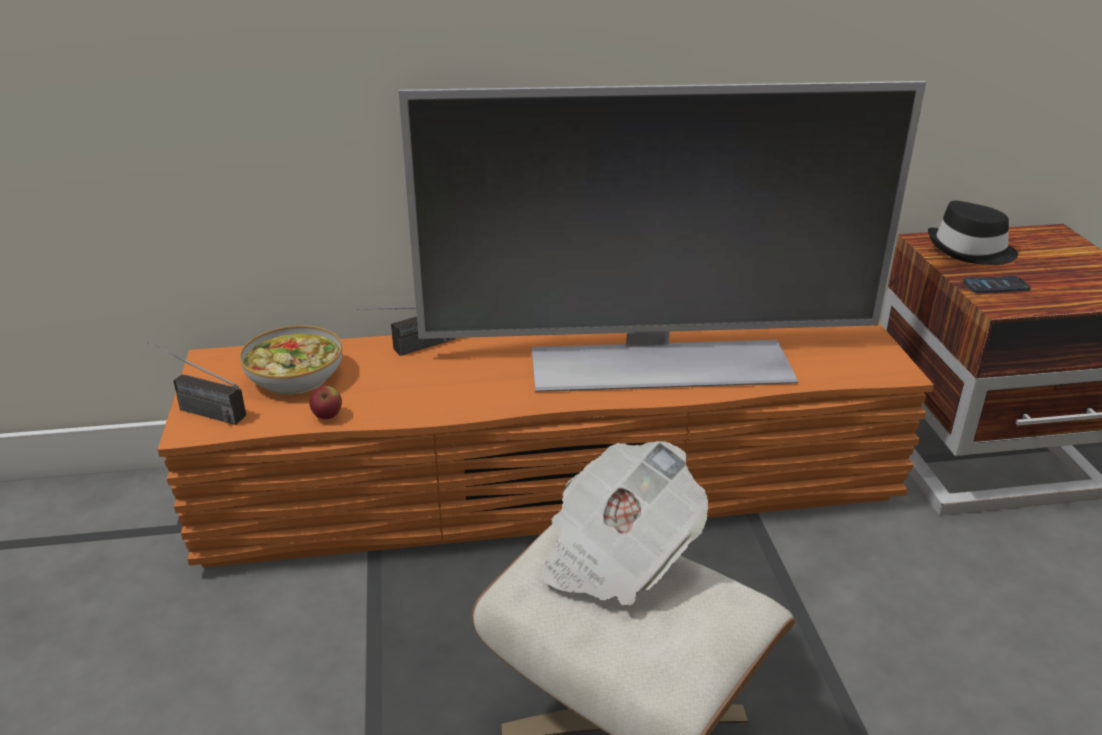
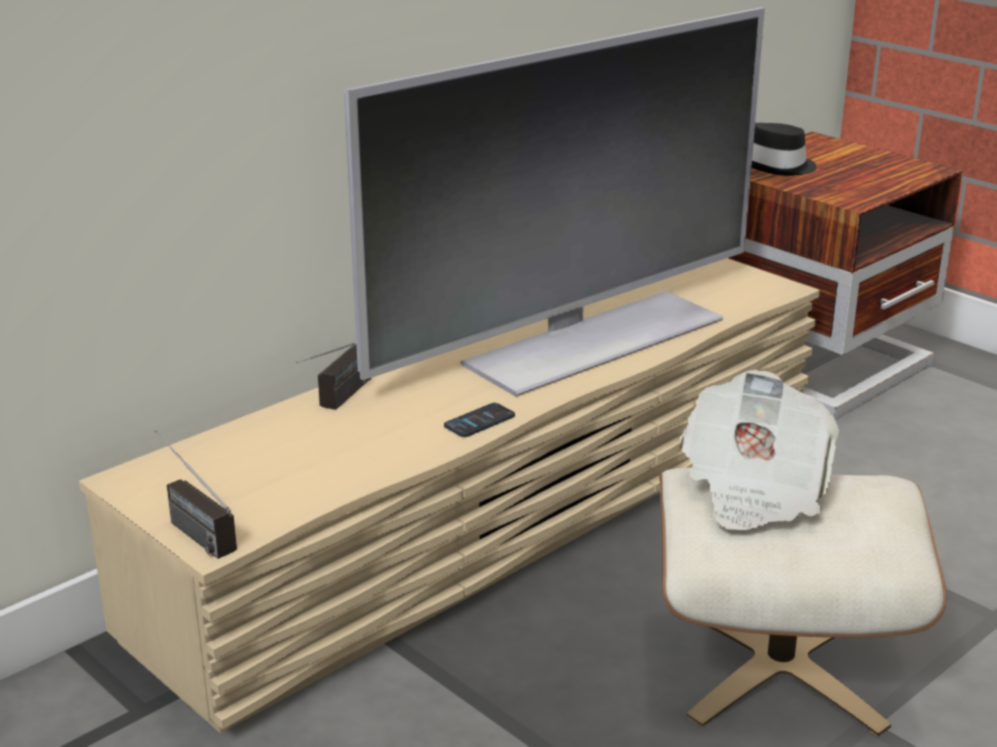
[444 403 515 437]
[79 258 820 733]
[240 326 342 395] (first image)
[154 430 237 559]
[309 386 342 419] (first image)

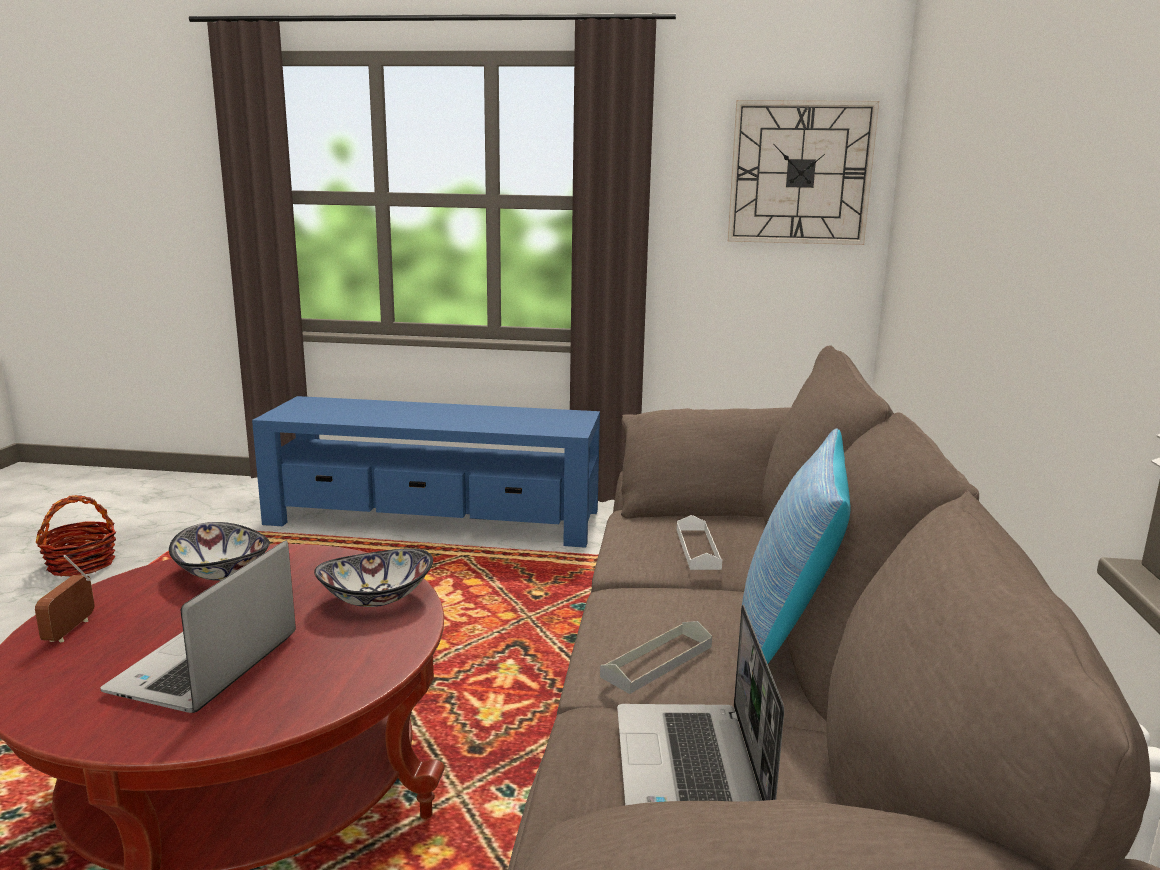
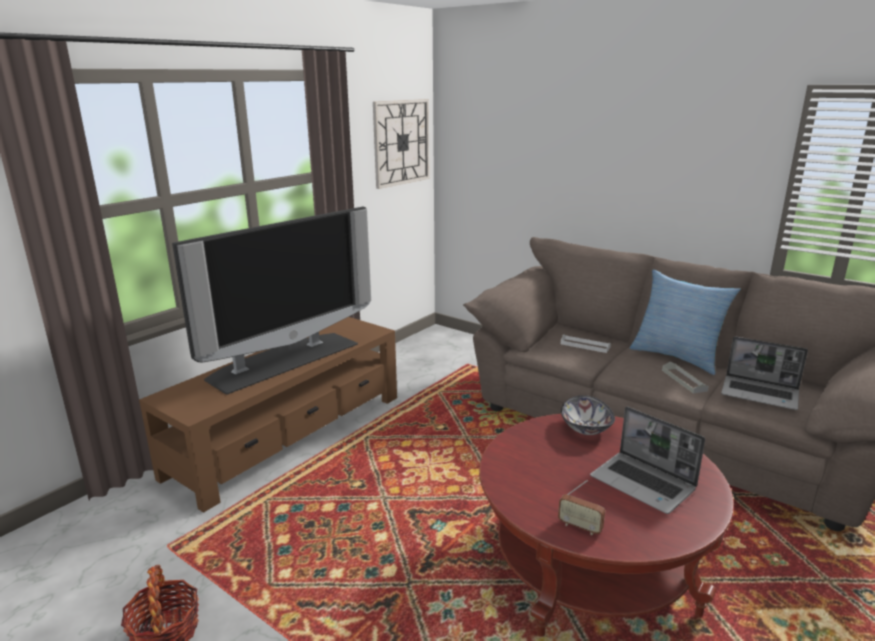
[139 317 397 513]
[169 522 270 581] (first image)
[172 207 371 395]

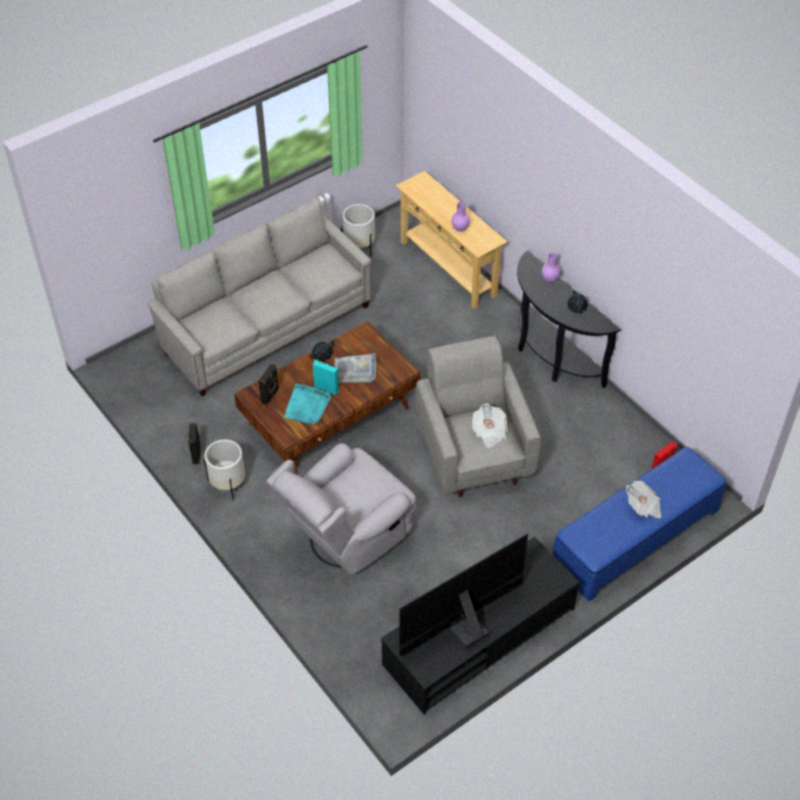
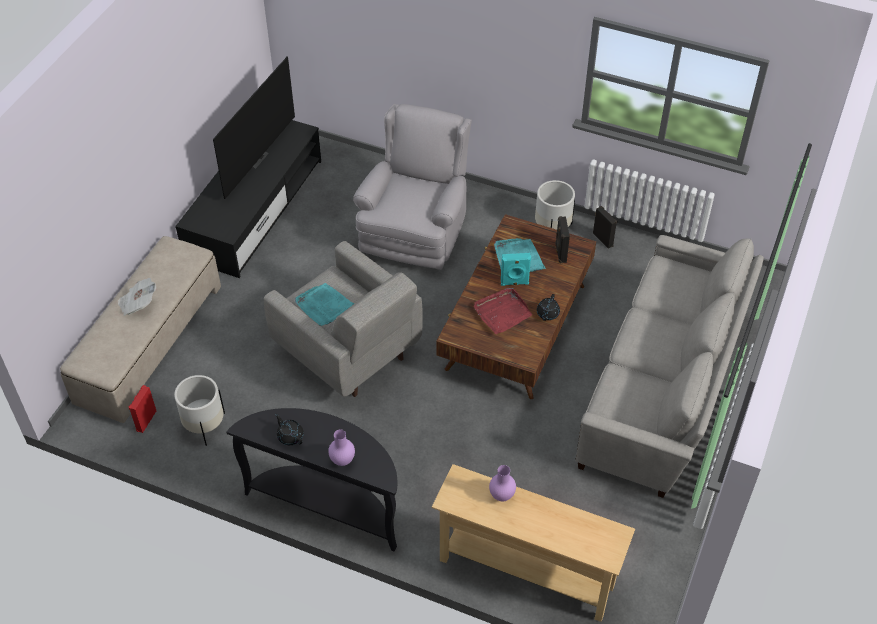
[174 375 225 446]
[474 288 533 334]
[295 283 354 326]
[60 236 221 423]

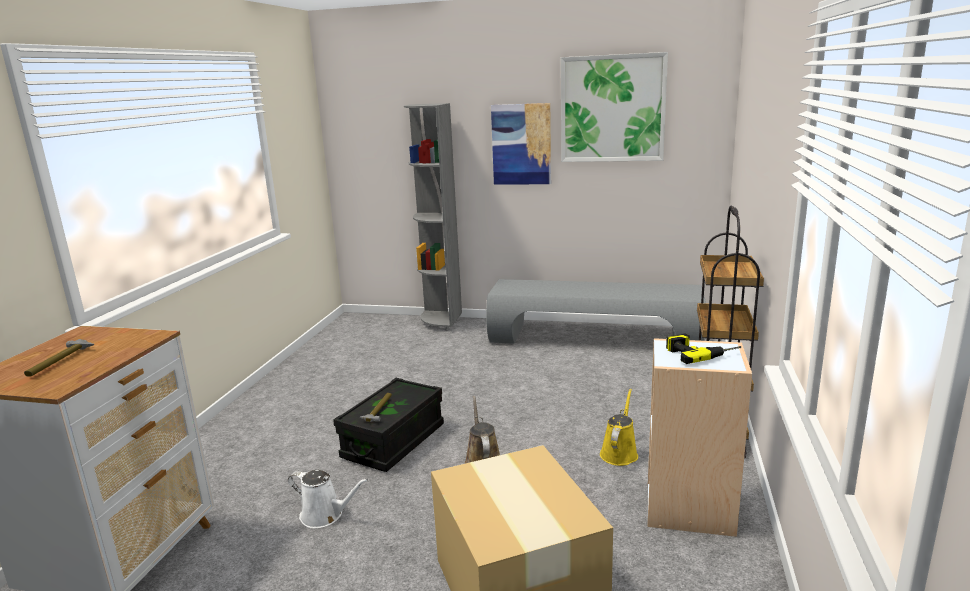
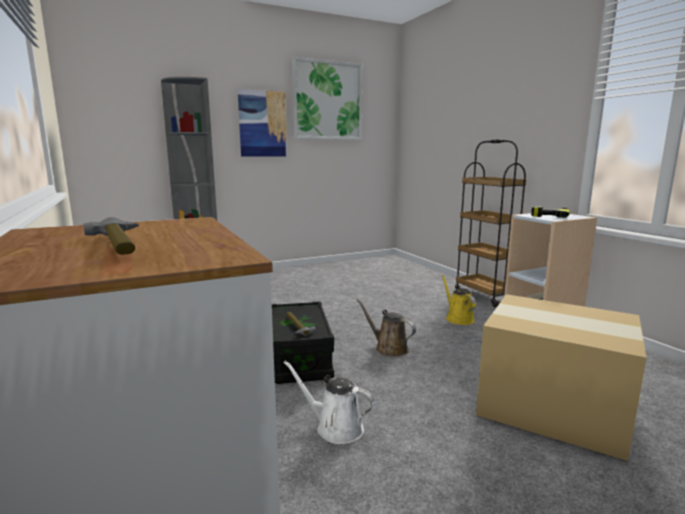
[486 279 706 344] (first image)
[283 361 375 444]

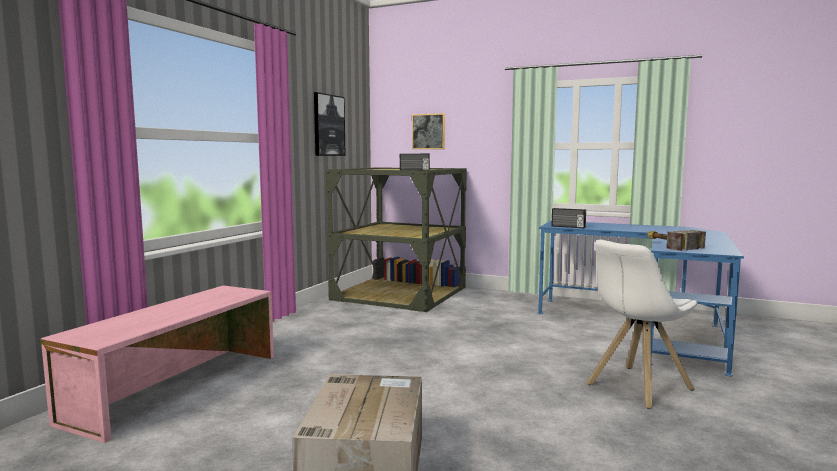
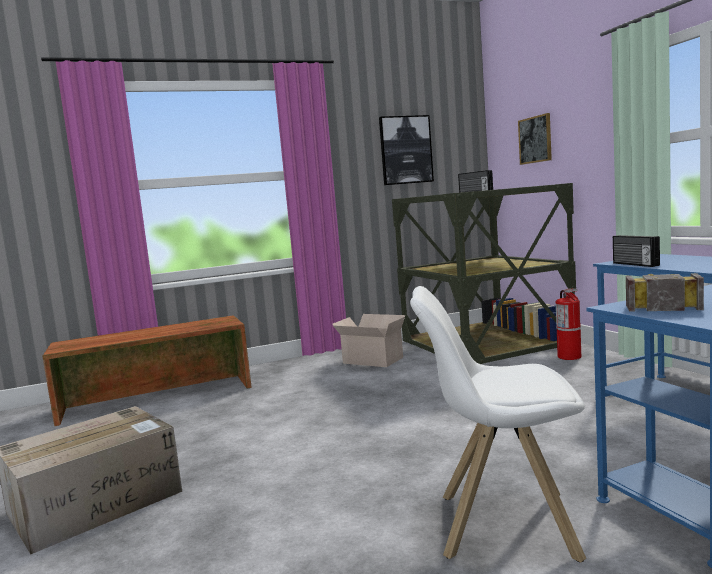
[42 316 252 426]
[556 288 581 360]
[333 314 405 367]

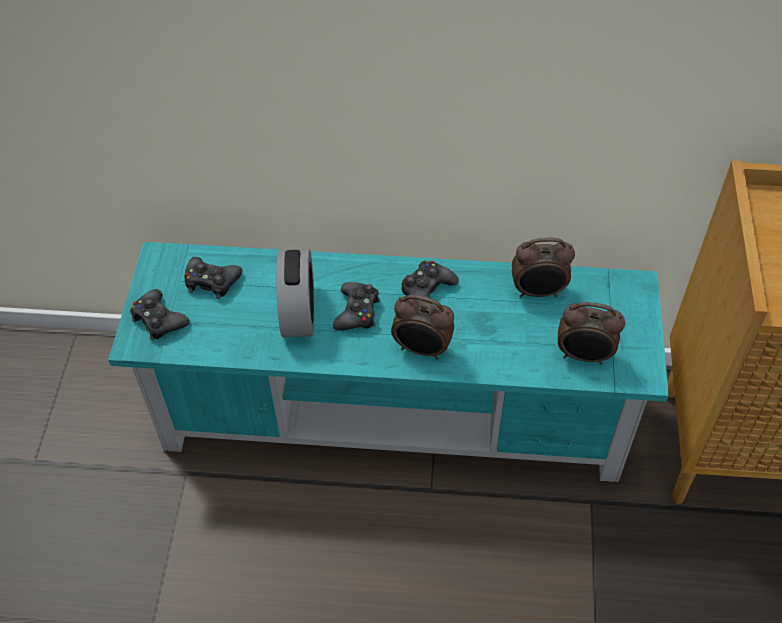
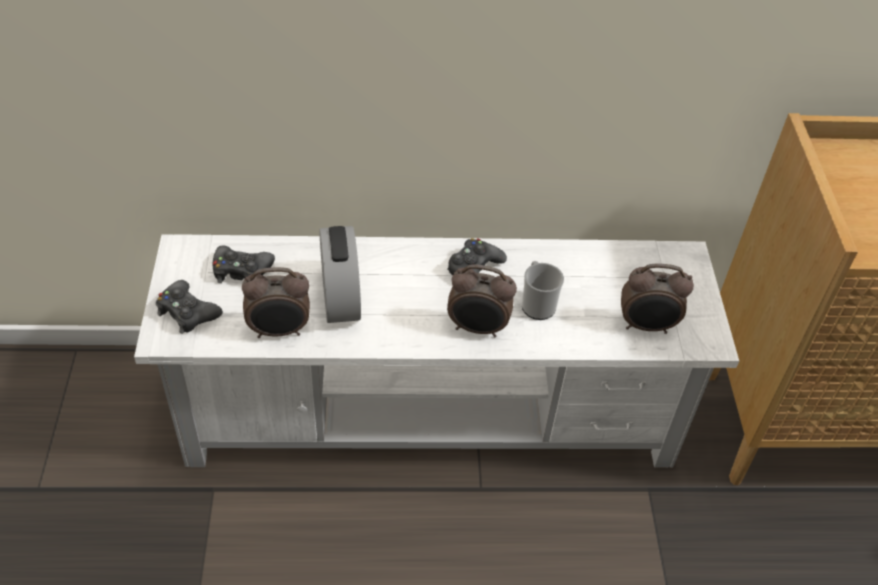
[242 267 310 338]
[134 234 739 468]
[333 282 380 331] (first image)
[522 261 564 320]

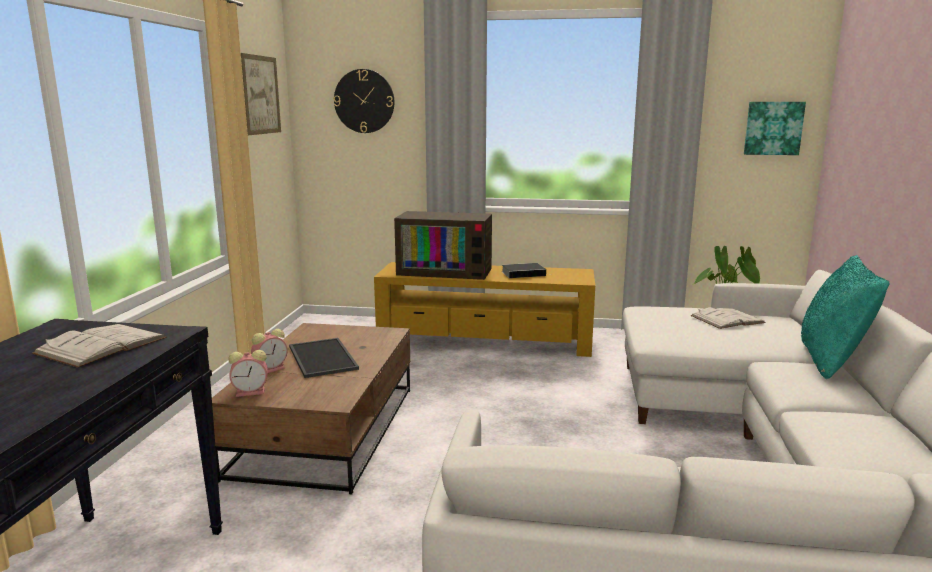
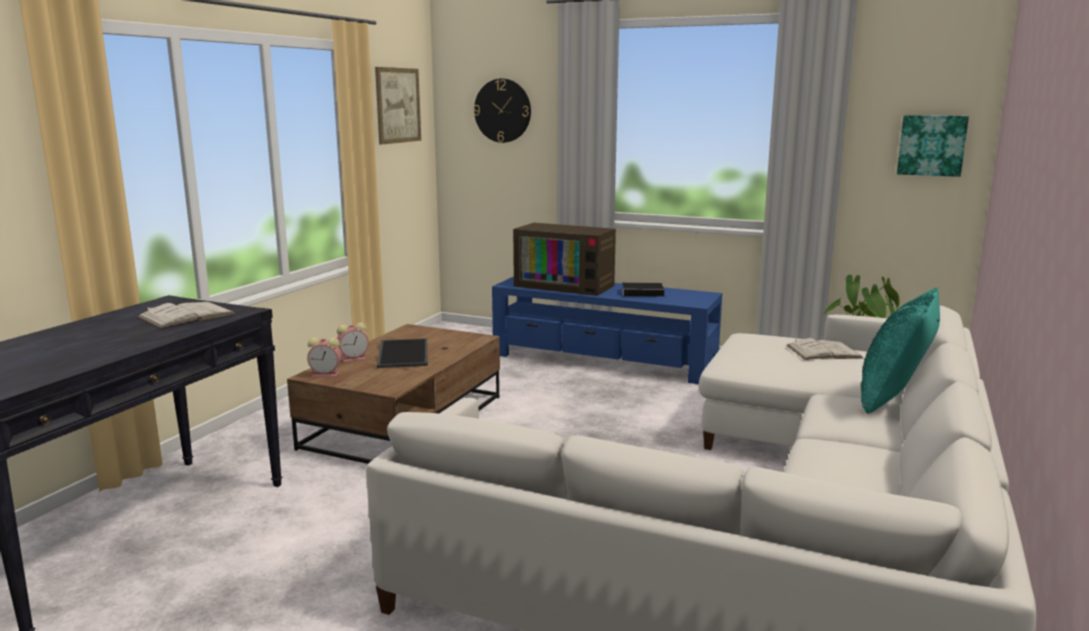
[492 276 722 384]

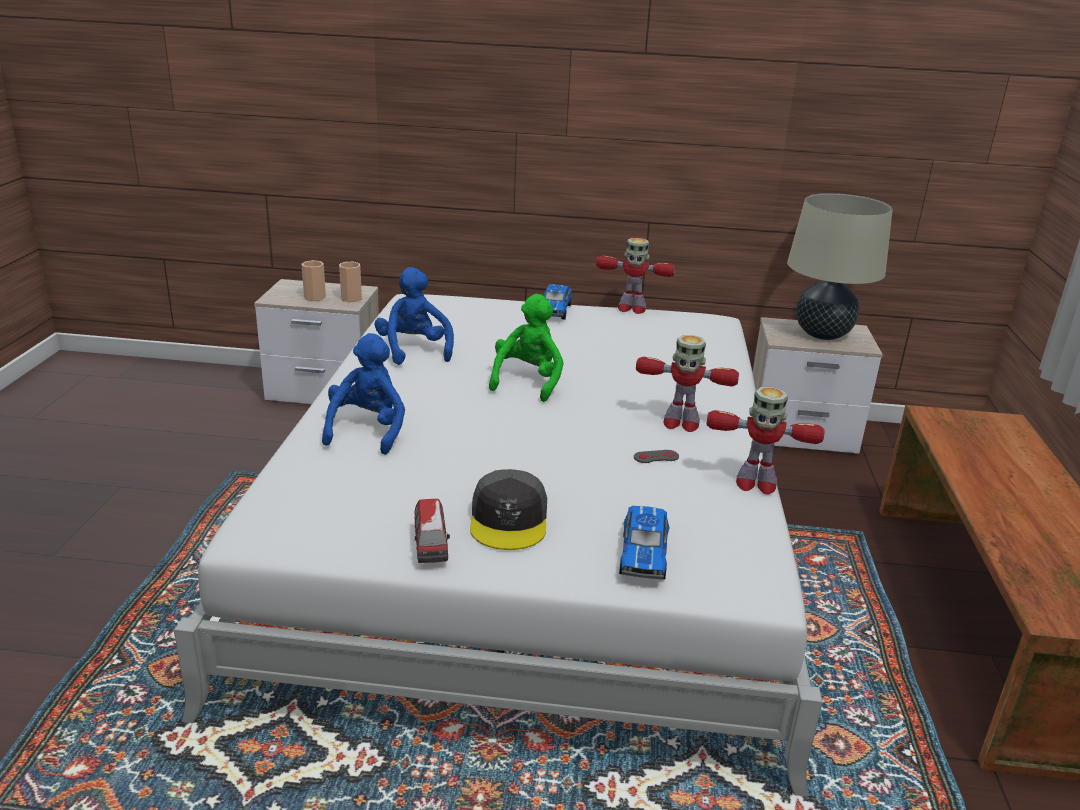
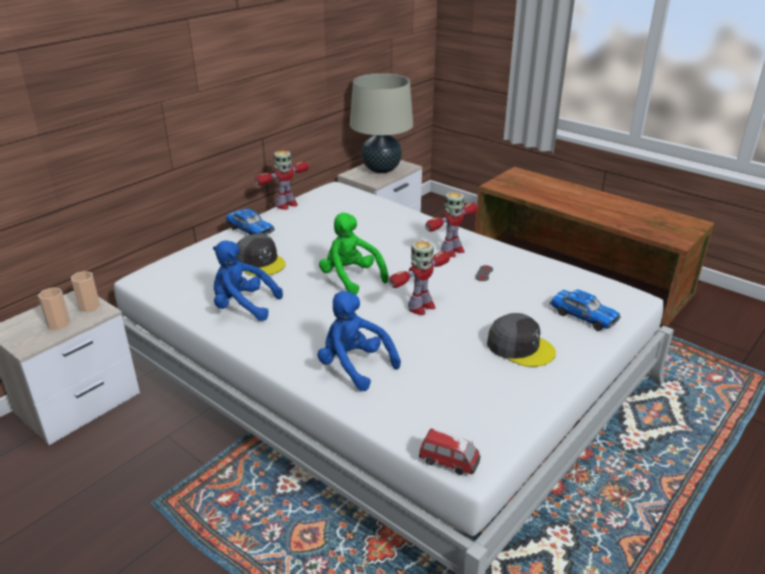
[389 240 450 315]
[419 428 480 475]
[236 234 286 276]

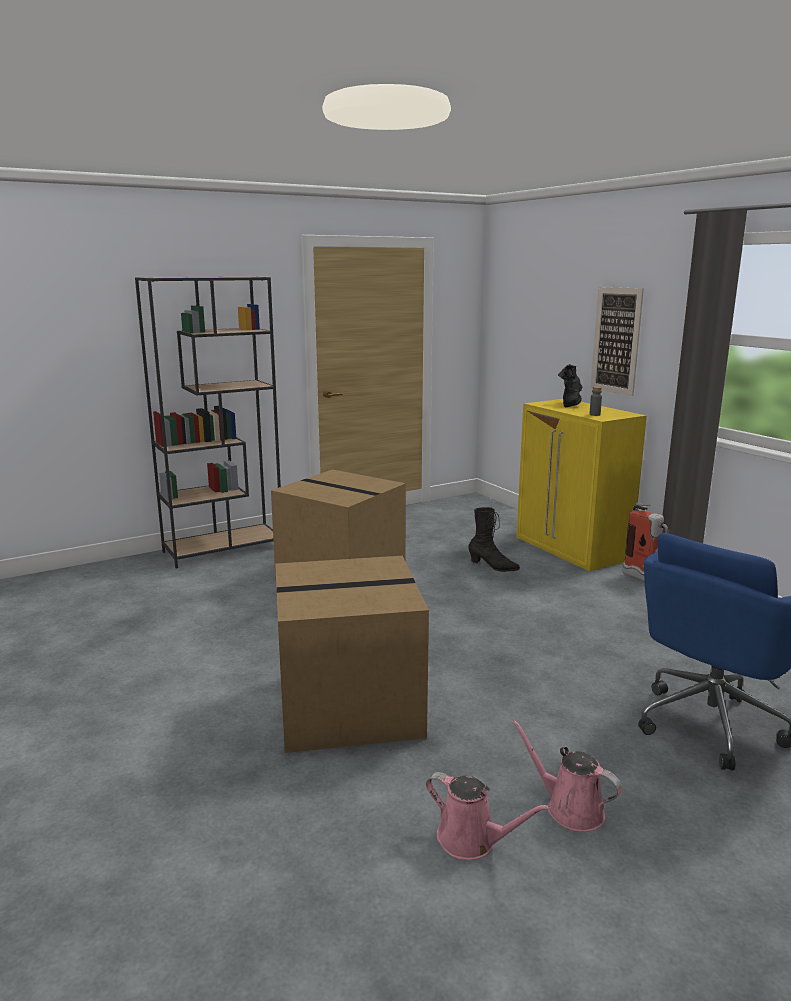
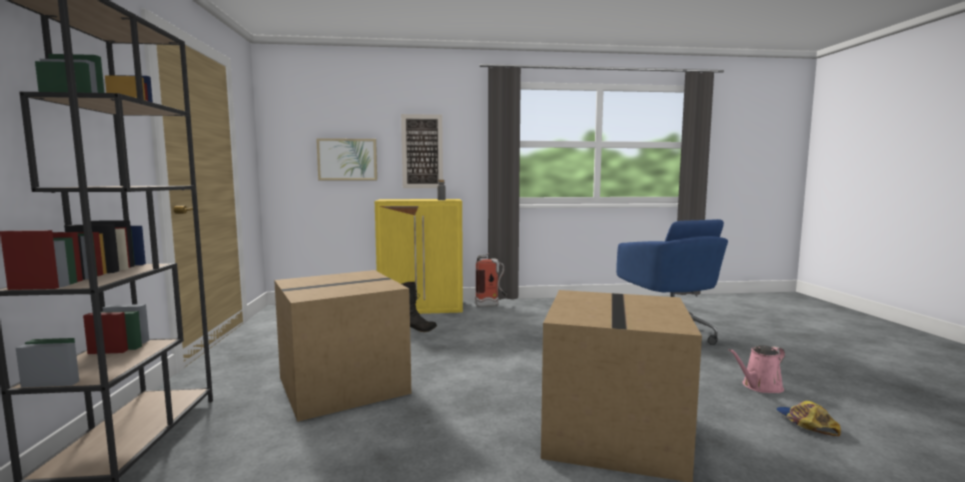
[558 364 582 407] (first image)
[776 401 841 436]
[316 138 377 180]

